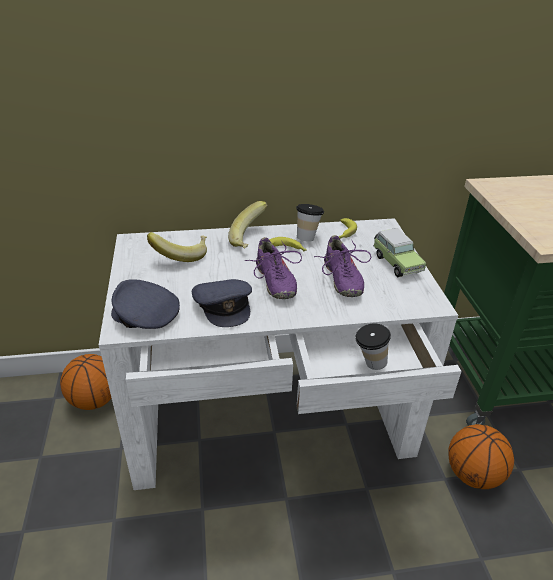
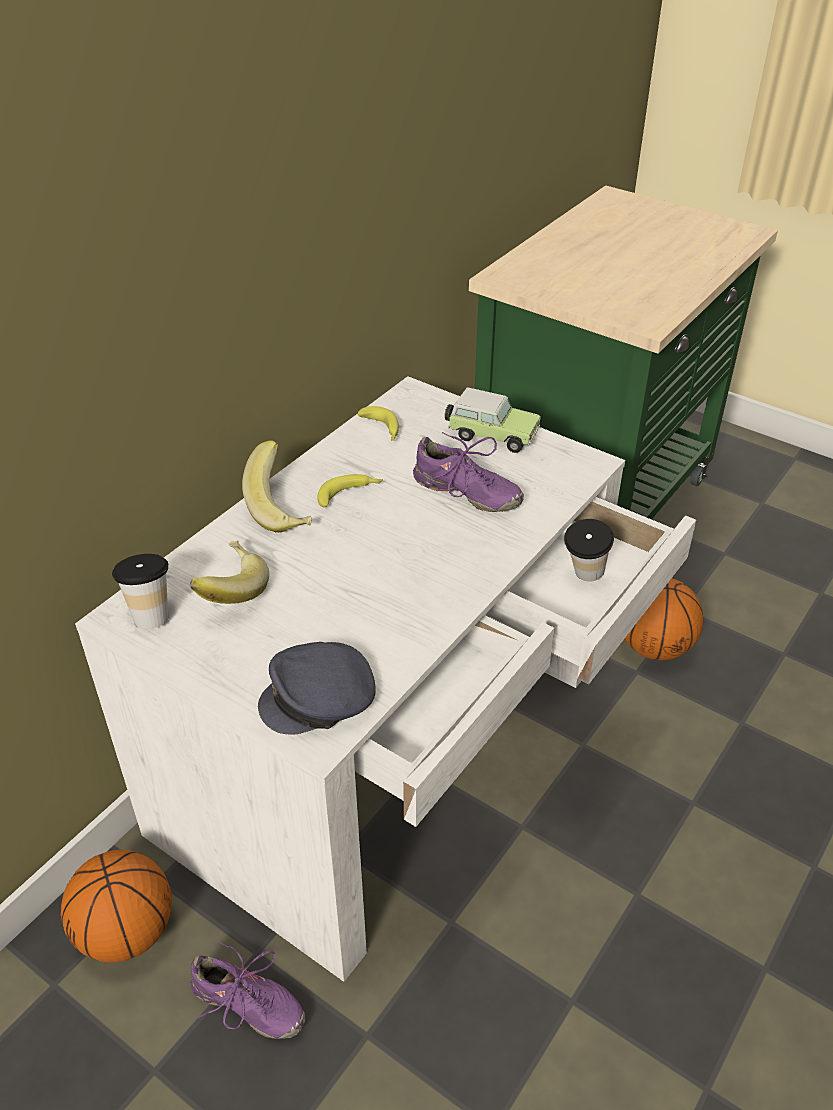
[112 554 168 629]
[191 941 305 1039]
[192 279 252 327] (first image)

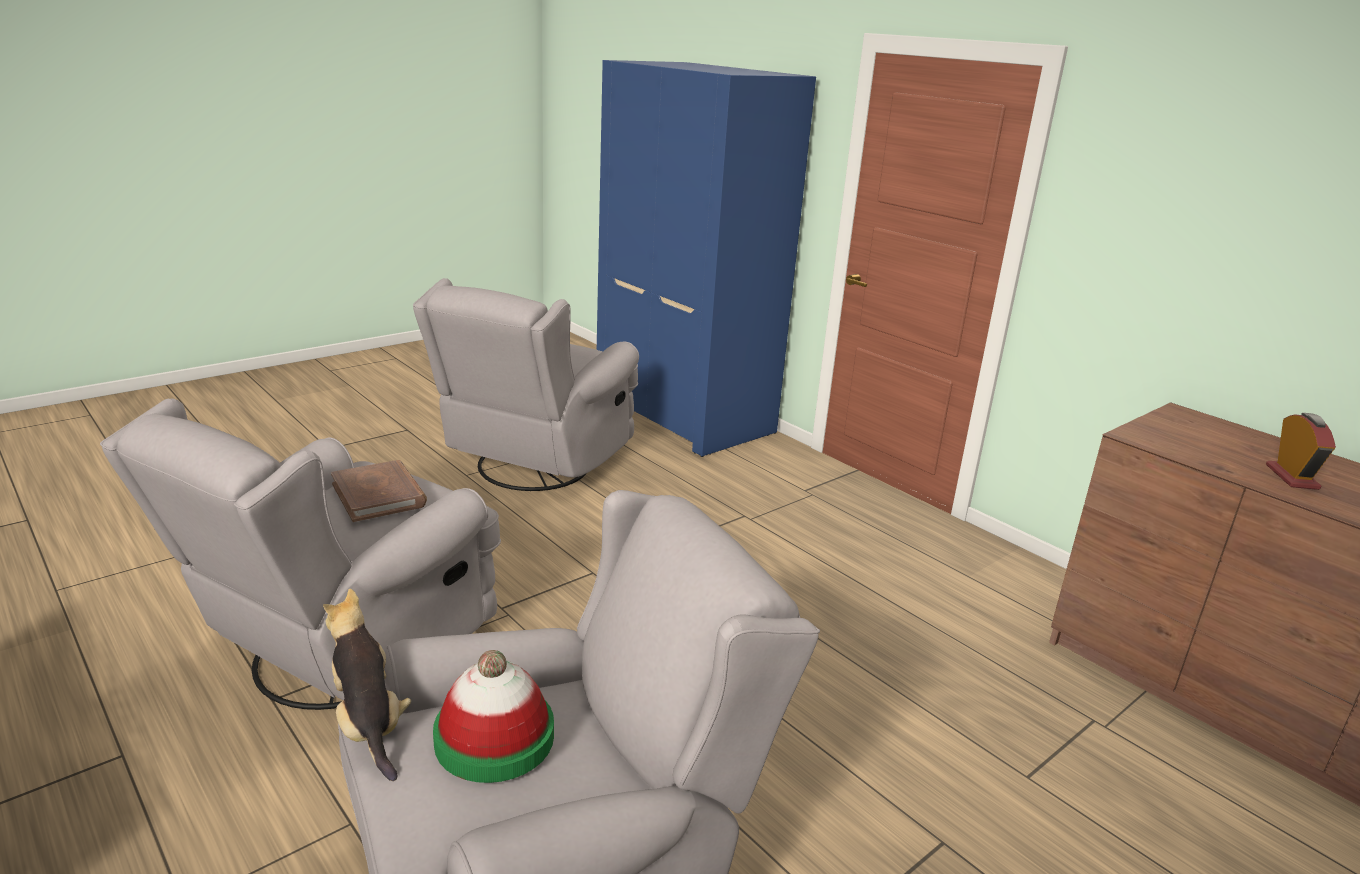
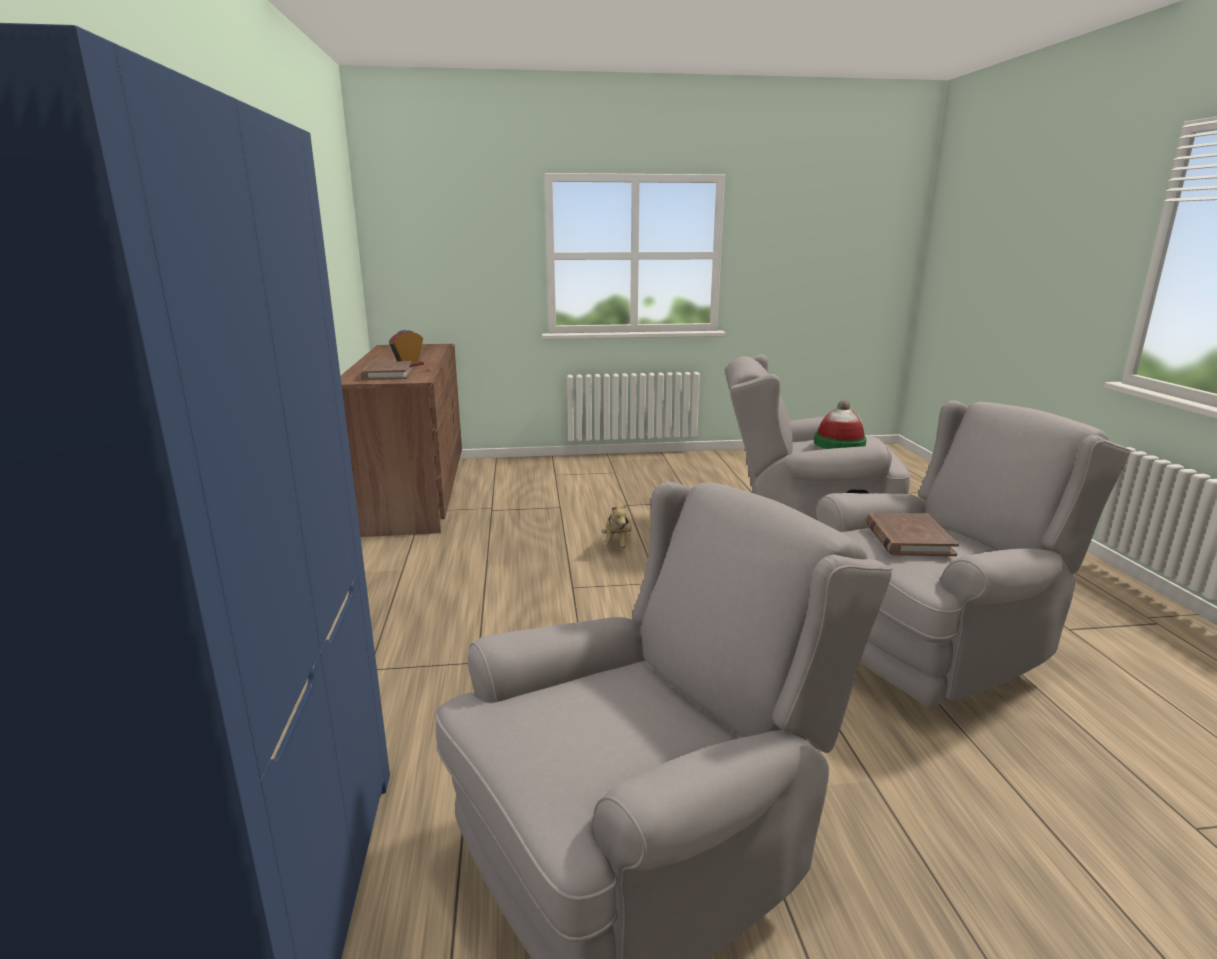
[602 502 632 548]
[360 361 413 380]

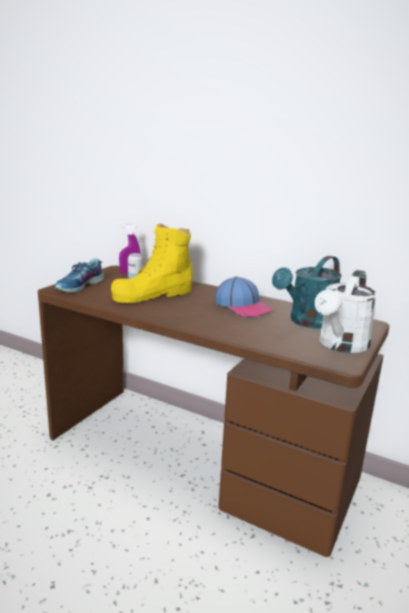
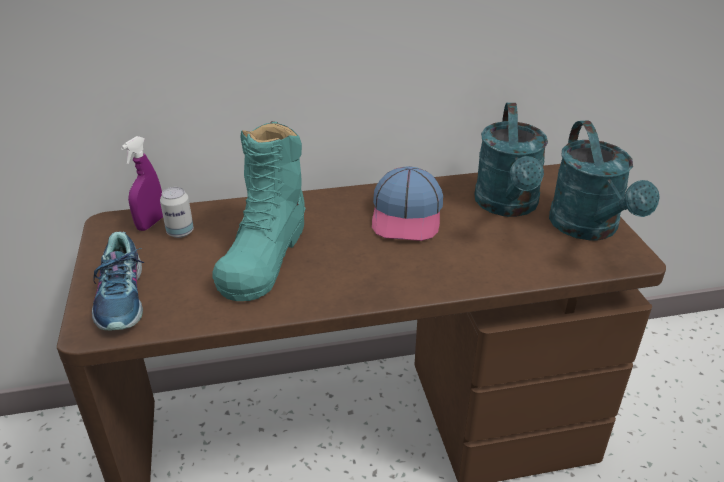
[213 122 305 301]
[549 120 660 241]
[372 166 443 241]

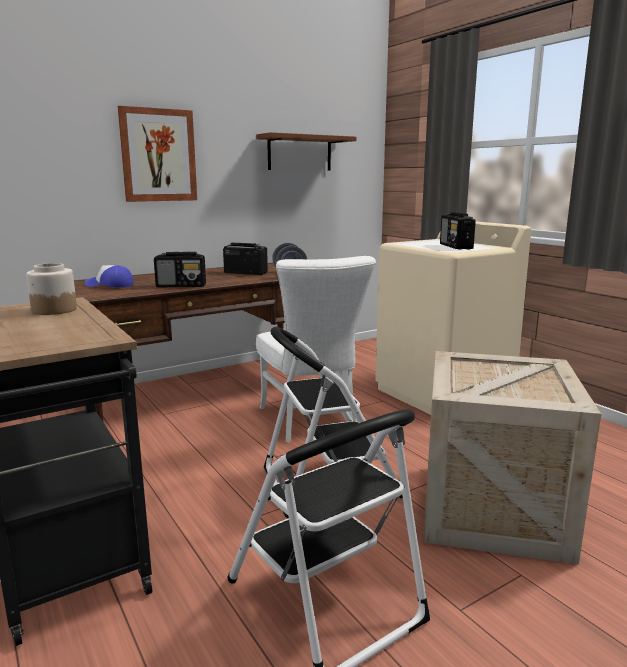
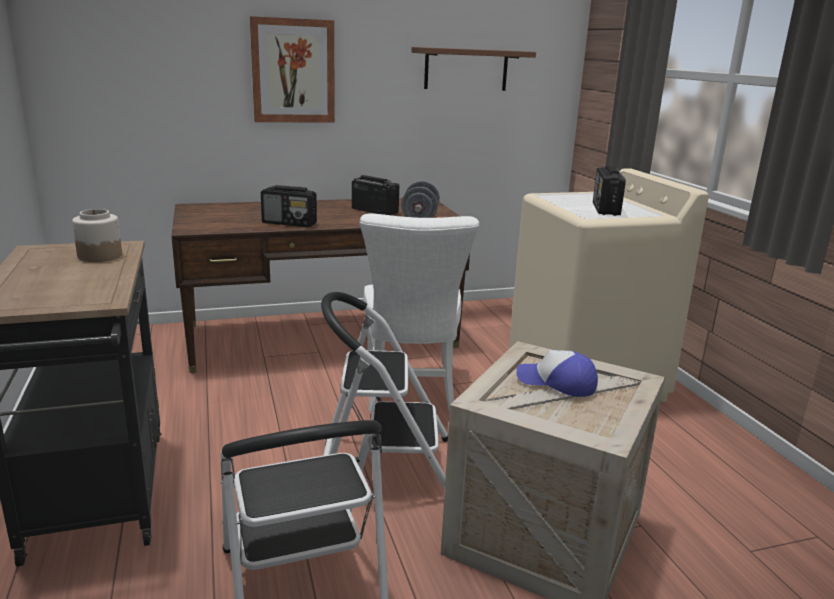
[516 350 598 397]

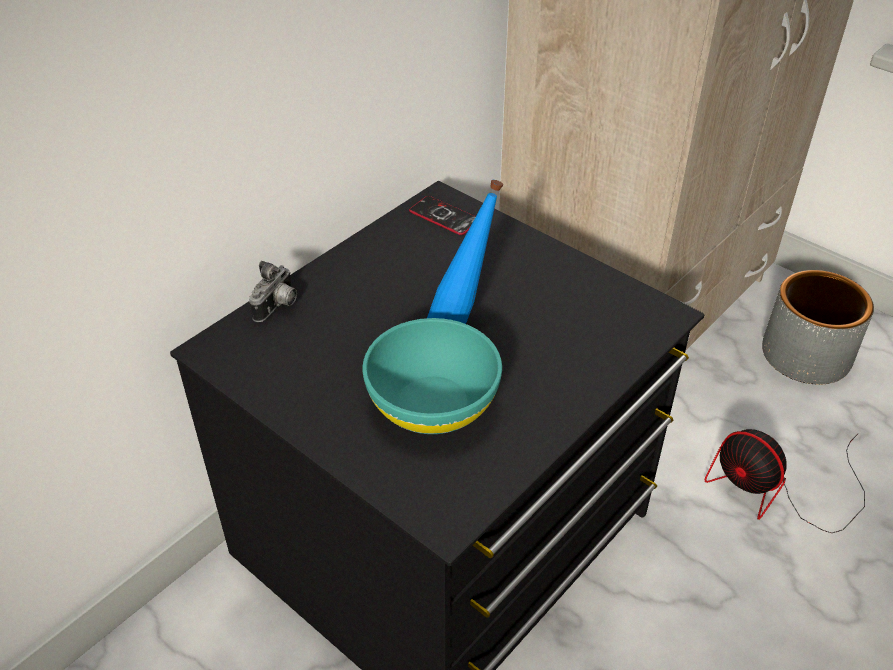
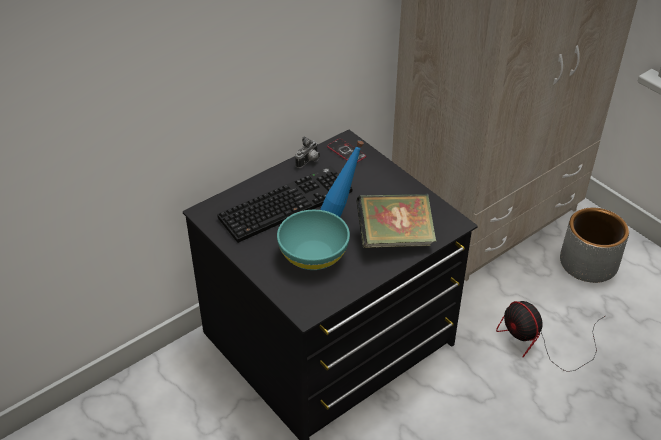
[295 137 320 168]
[217 166 352 243]
[356 194 436 248]

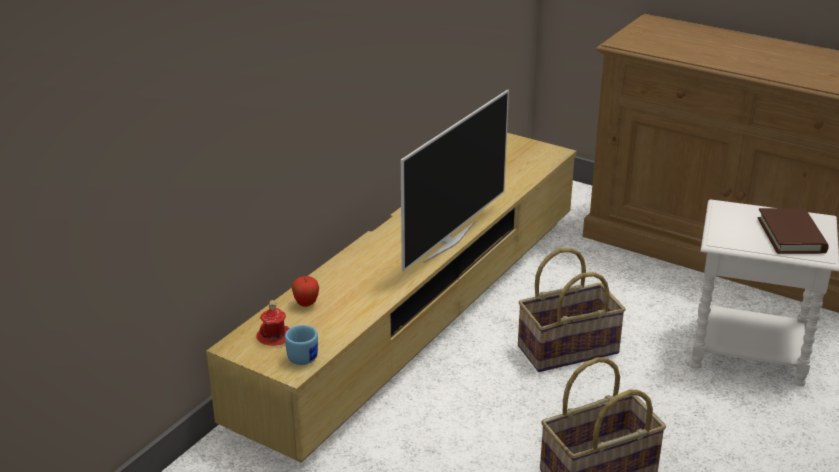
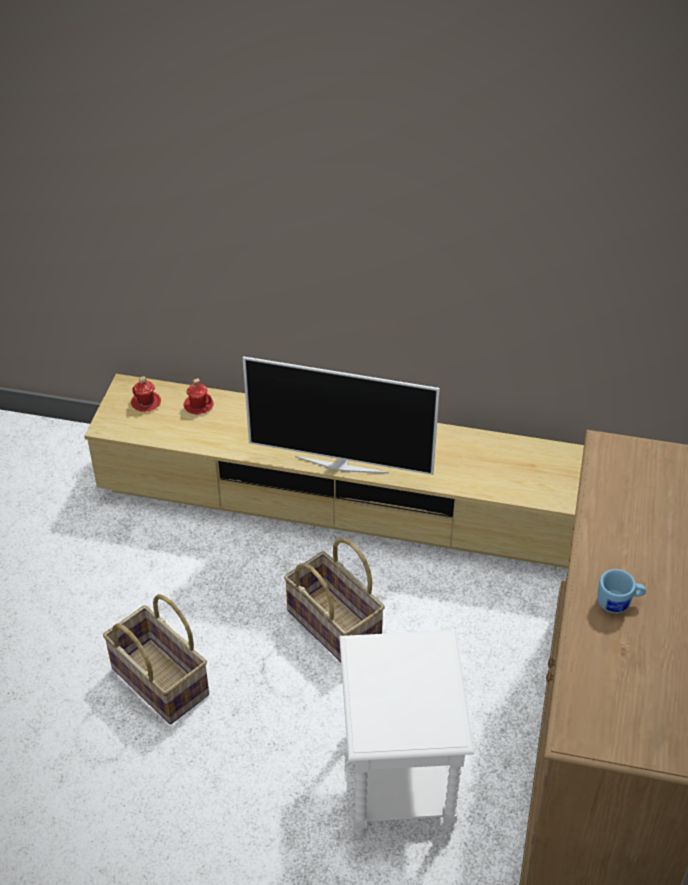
[757 208 829 254] (first image)
[184 378 213 414]
[597 569 646 613]

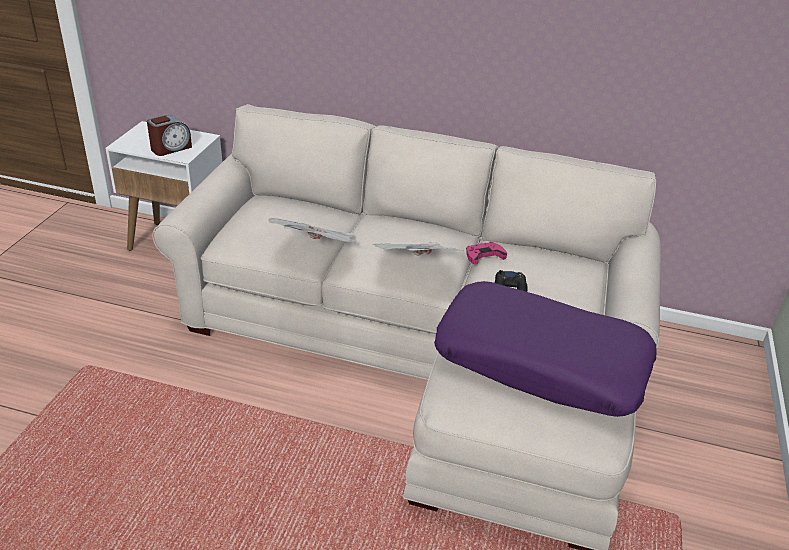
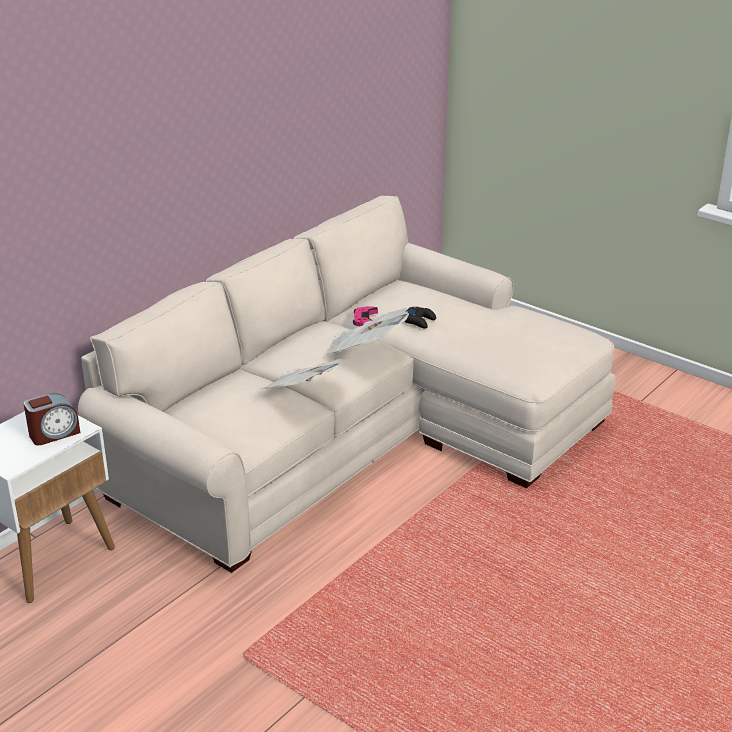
[24 393 80 445]
[434 281 657 417] (first image)

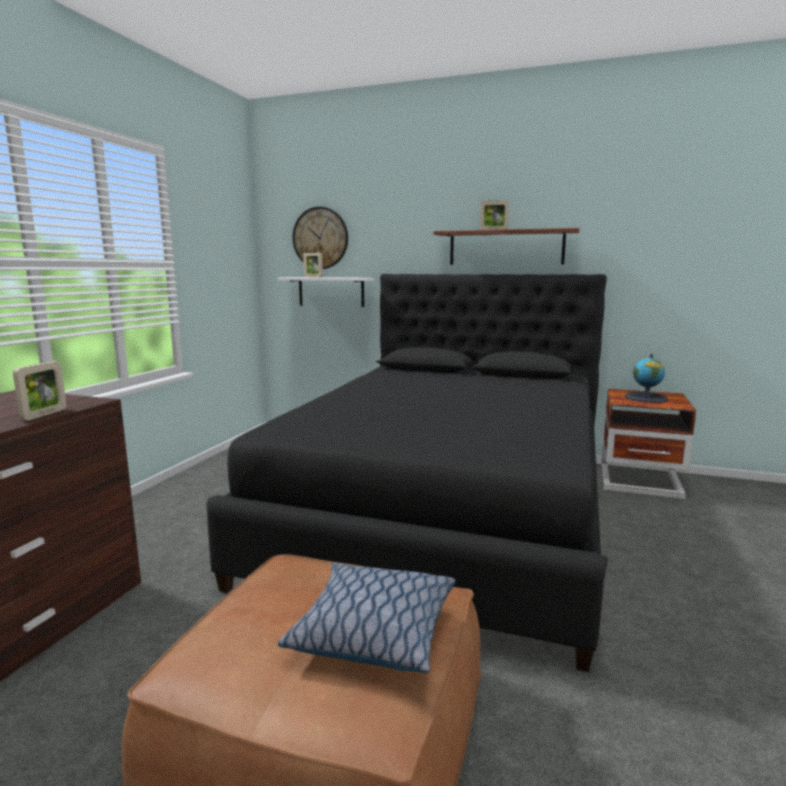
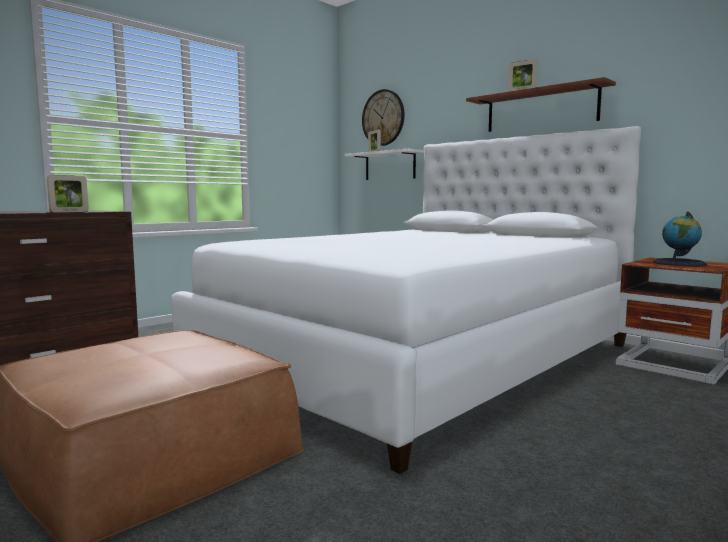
[172 126 641 474]
[278 563 455 673] (first image)

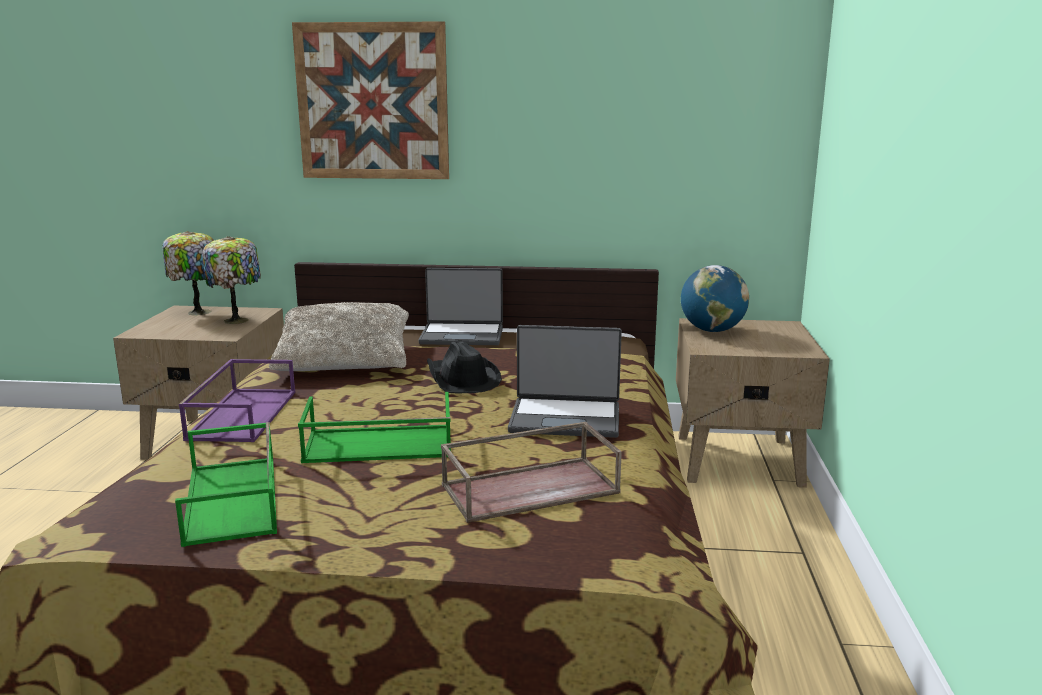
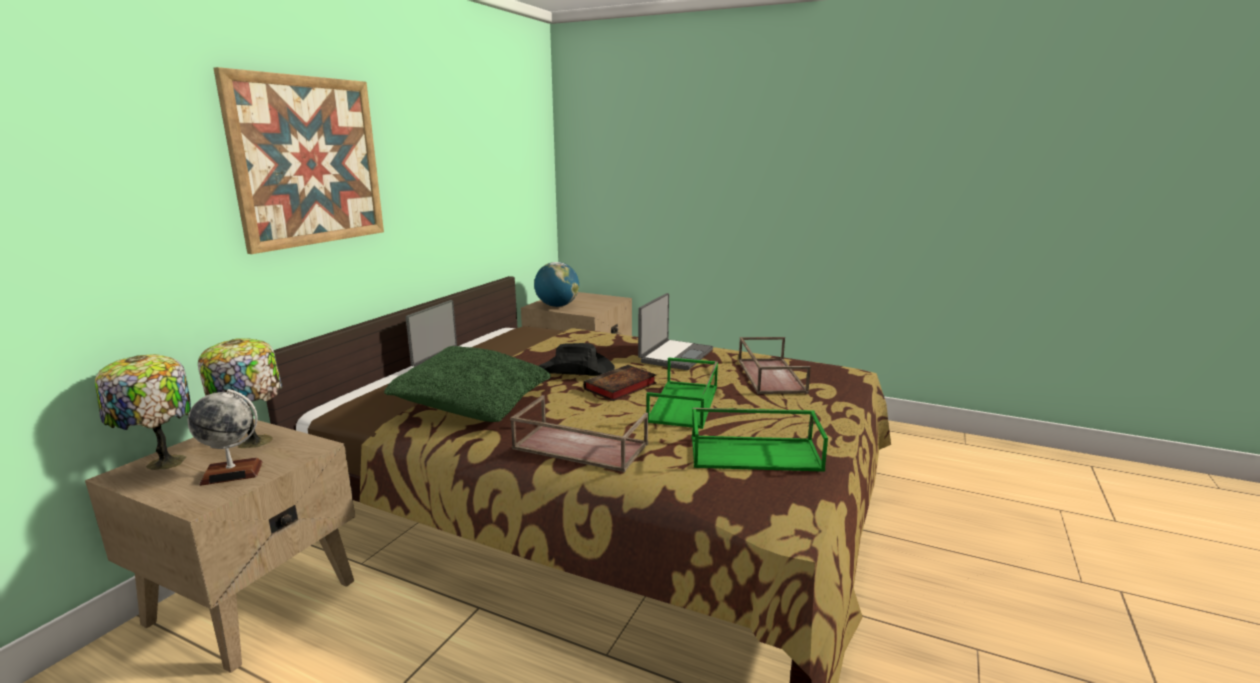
[384 346 551 422]
[510 395 648 472]
[583 365 657 401]
[188 389 263 486]

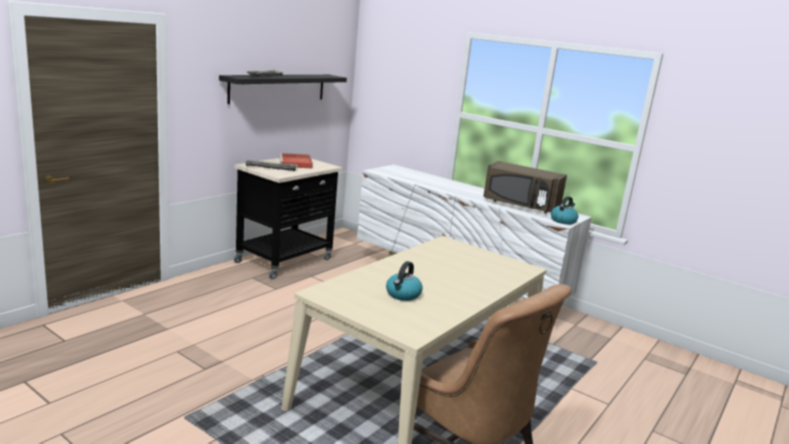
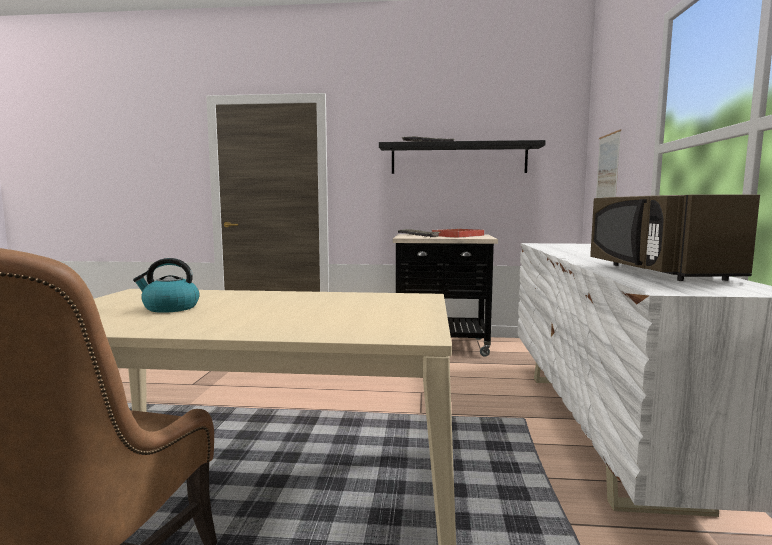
[551 196 578 225] (first image)
[596 130 621 198]

